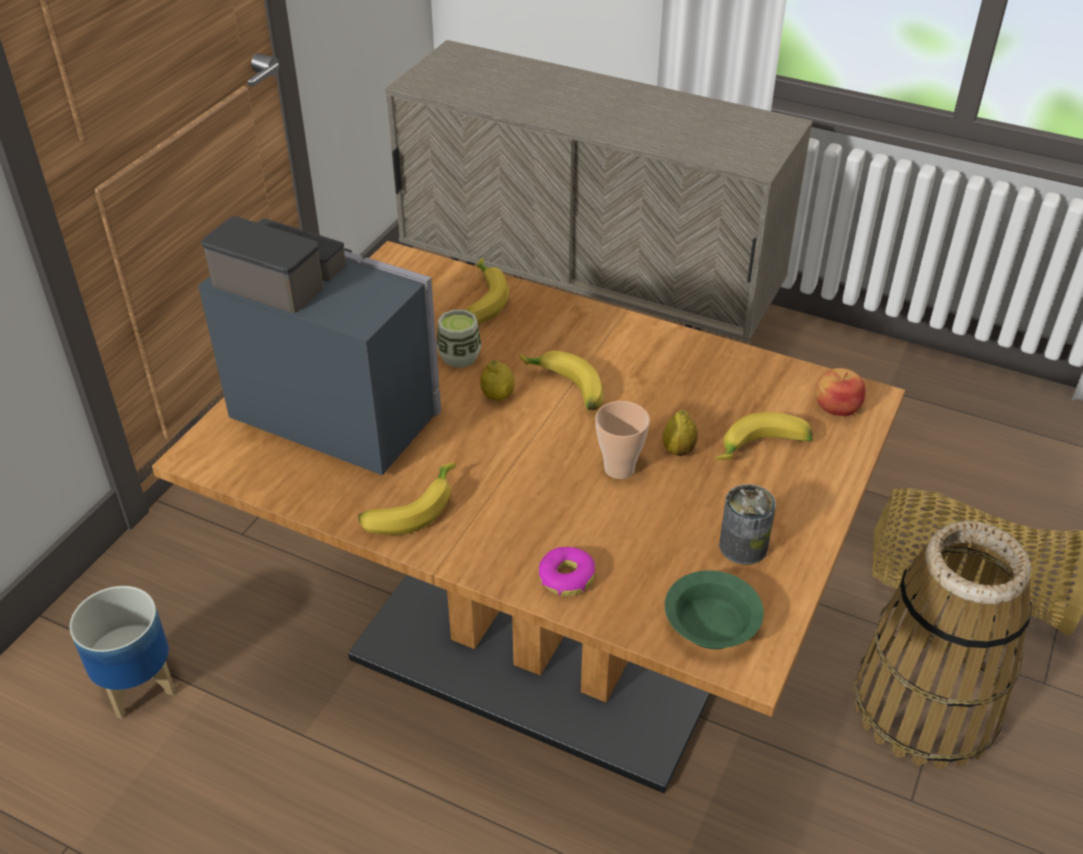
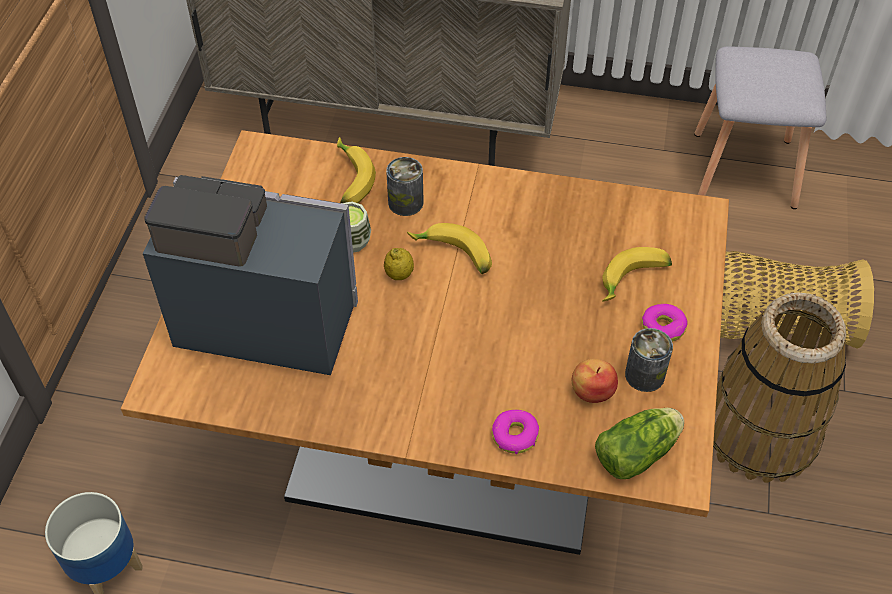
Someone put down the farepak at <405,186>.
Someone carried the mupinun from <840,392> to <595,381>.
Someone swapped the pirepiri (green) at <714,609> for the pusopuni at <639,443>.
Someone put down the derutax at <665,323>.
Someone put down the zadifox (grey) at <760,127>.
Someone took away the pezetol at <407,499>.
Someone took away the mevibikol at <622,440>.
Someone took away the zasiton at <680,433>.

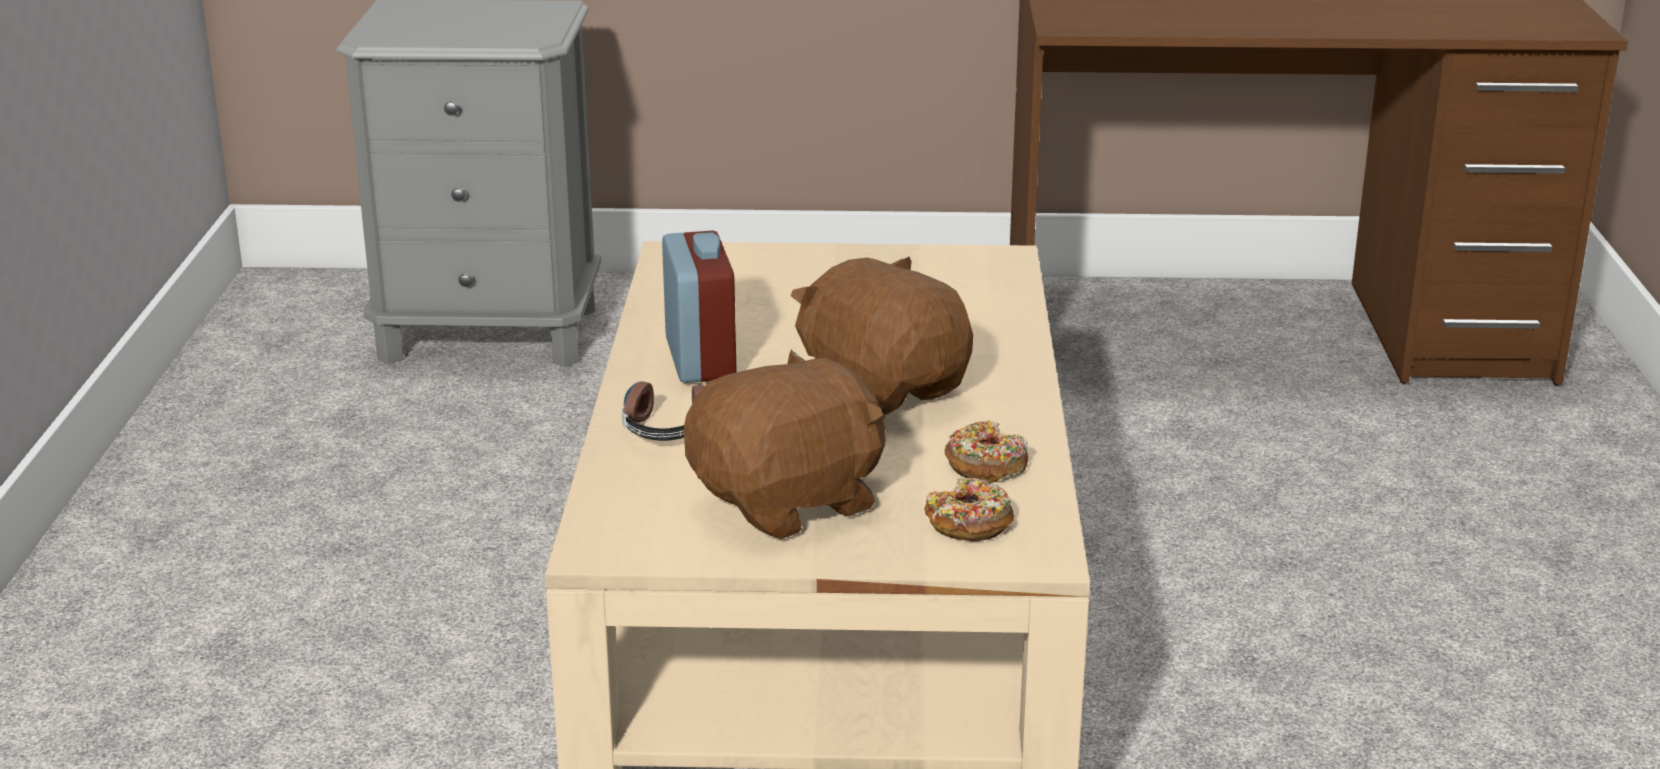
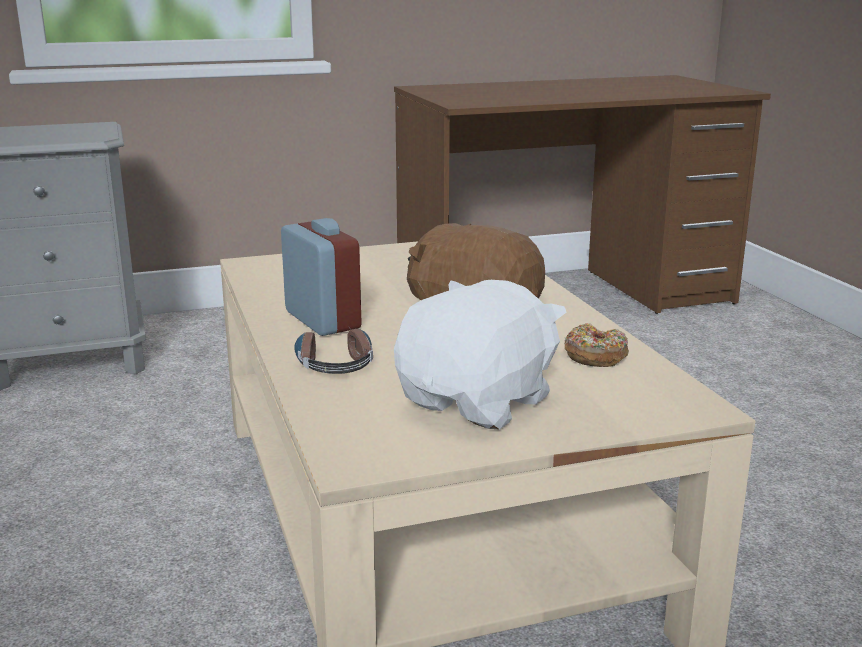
Someone repainted the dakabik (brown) at <785,444>, which became the dakabik (white) at <480,355>.
Someone took away the derutax at <969,509>.

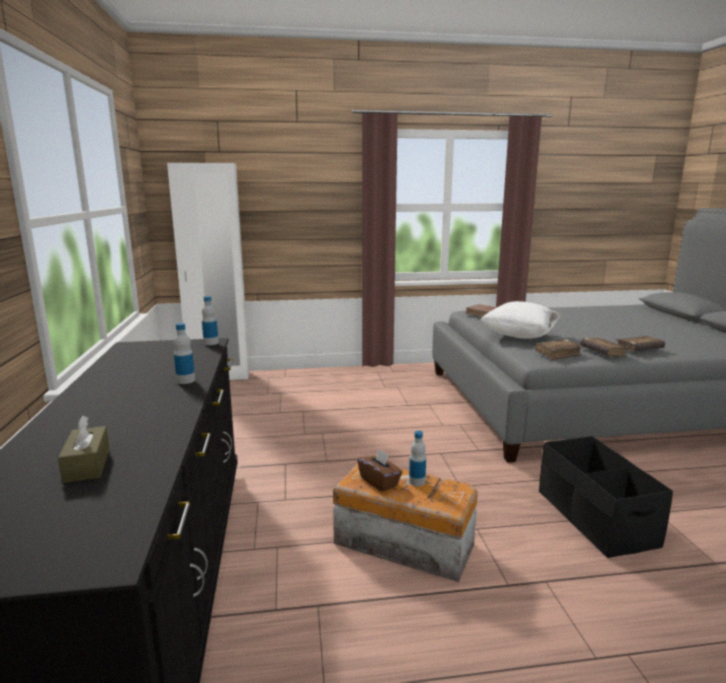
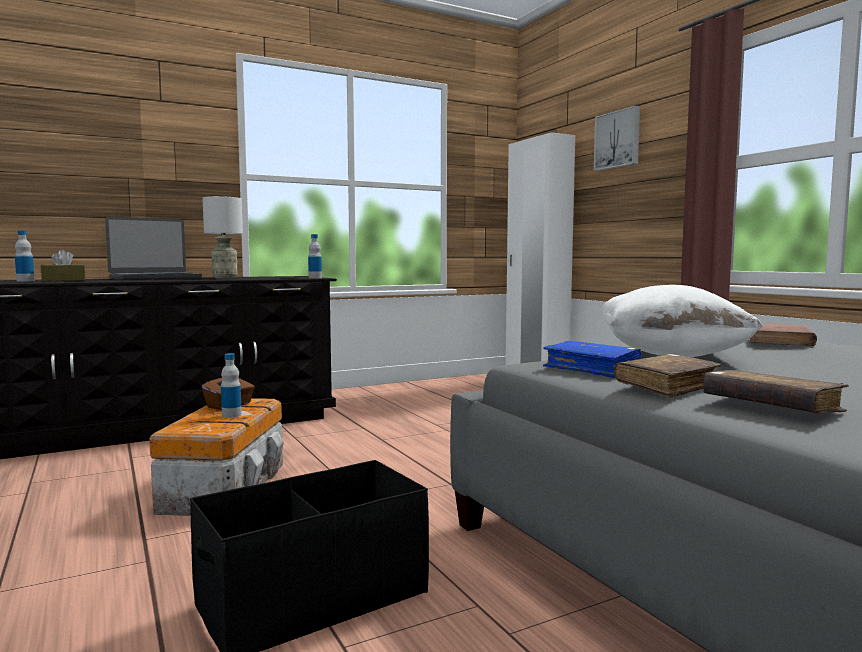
Someone carried the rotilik from <184,353> to <25,256>.
Someone put down the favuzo at <153,248>.
Someone put down the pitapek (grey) at <223,237>.
Someone repainted the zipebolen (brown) at <559,349>, which became the zipebolen (blue) at <592,359>.
Someone put up the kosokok at <617,138>.

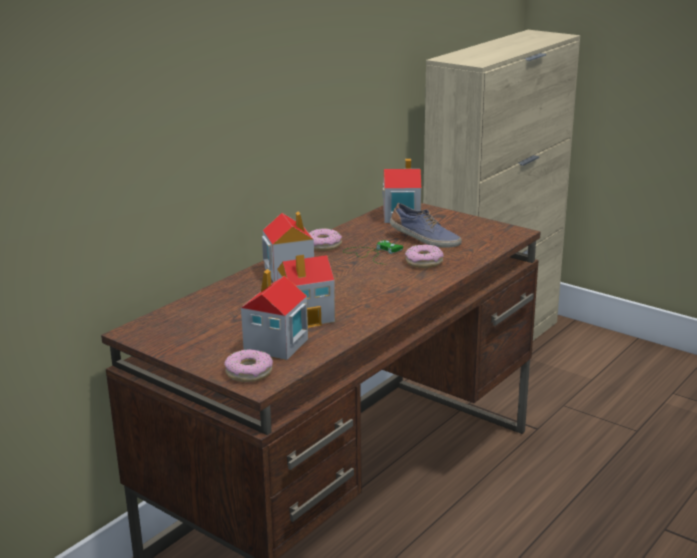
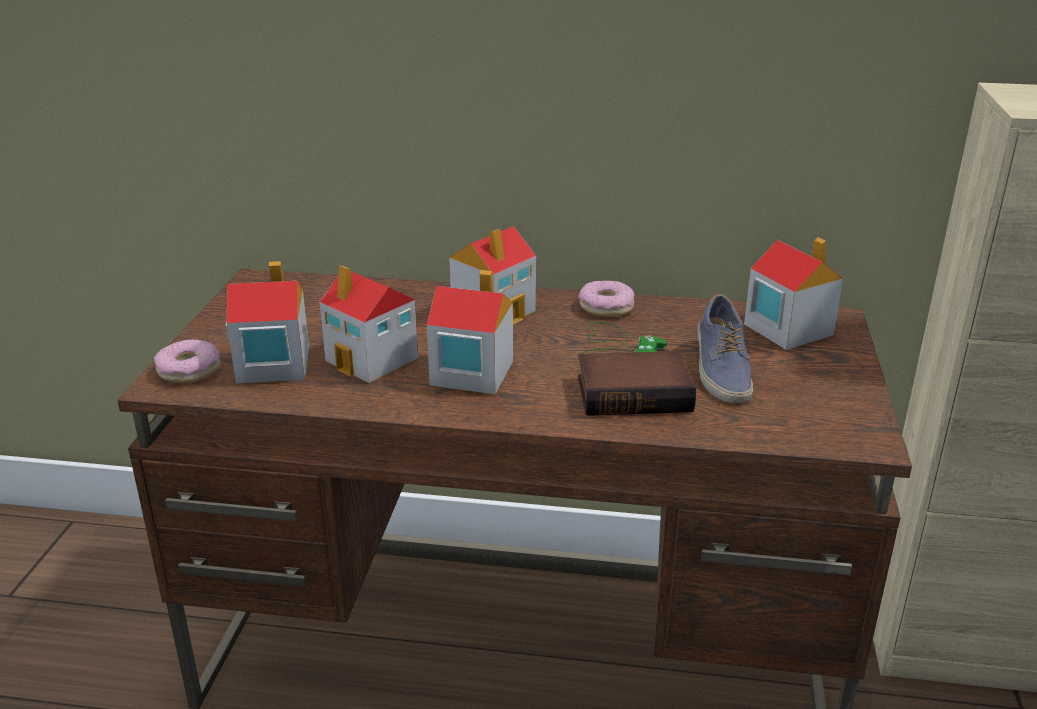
Someone put down the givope at <470,332>.
Someone swapped the derutax at <424,256> for the zipebolen at <637,383>.

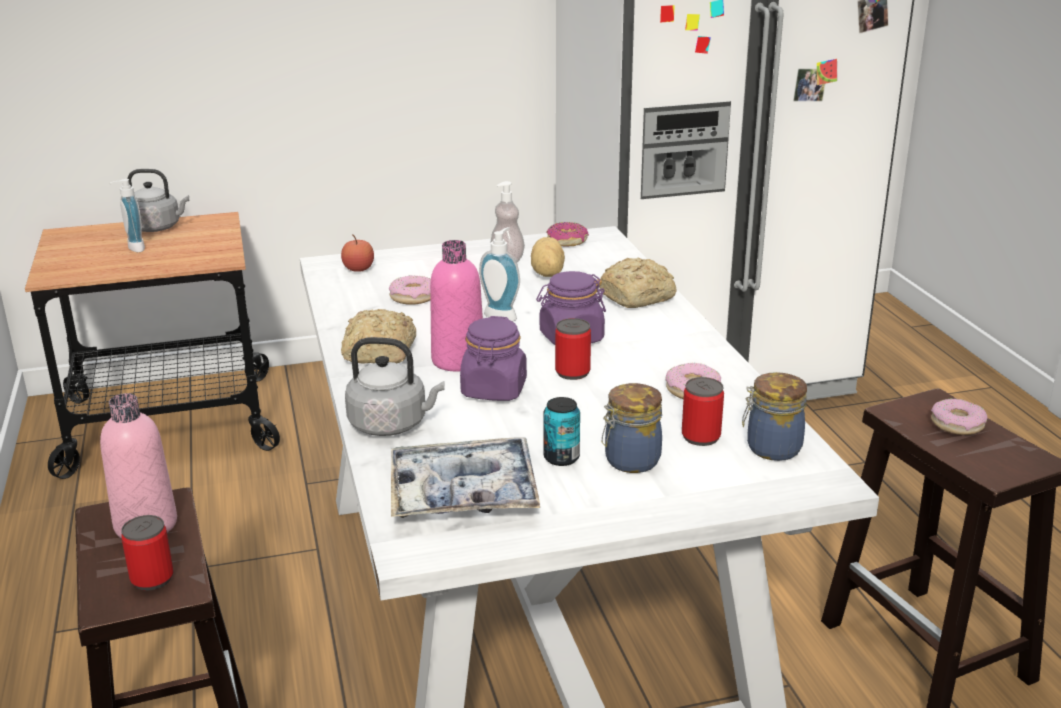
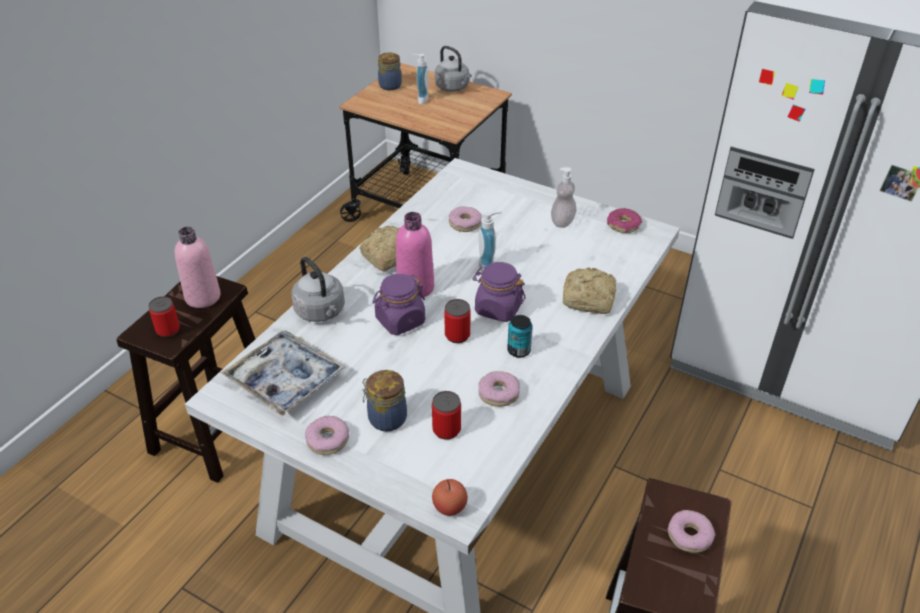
Someone put down the derutax at <327,435>.
Someone carried the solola from <774,416> to <390,71>.
Someone carried the mupinun from <357,253> to <450,497>.
Someone carried the farepak from <561,431> to <520,336>.
Someone took away the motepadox at <548,257>.

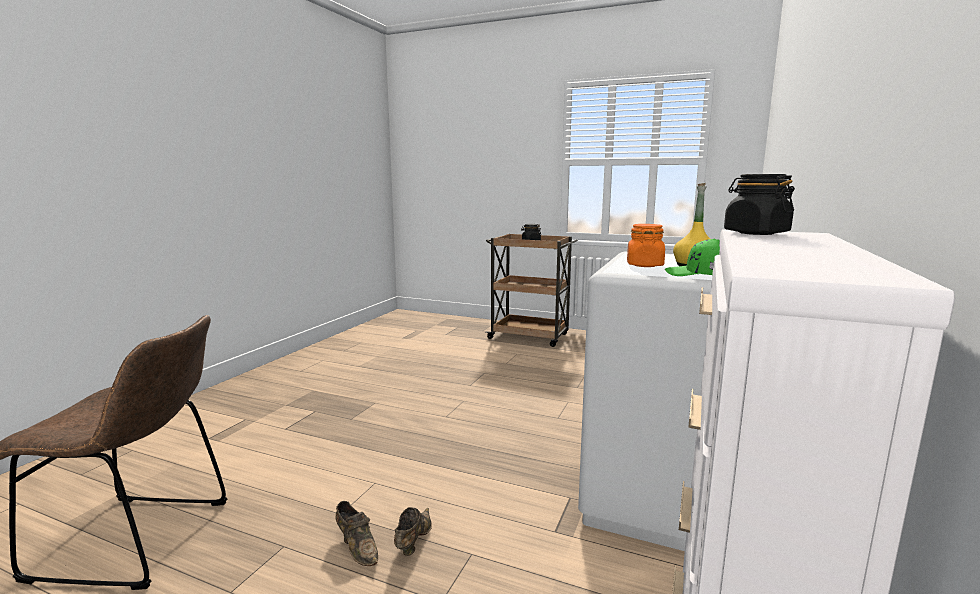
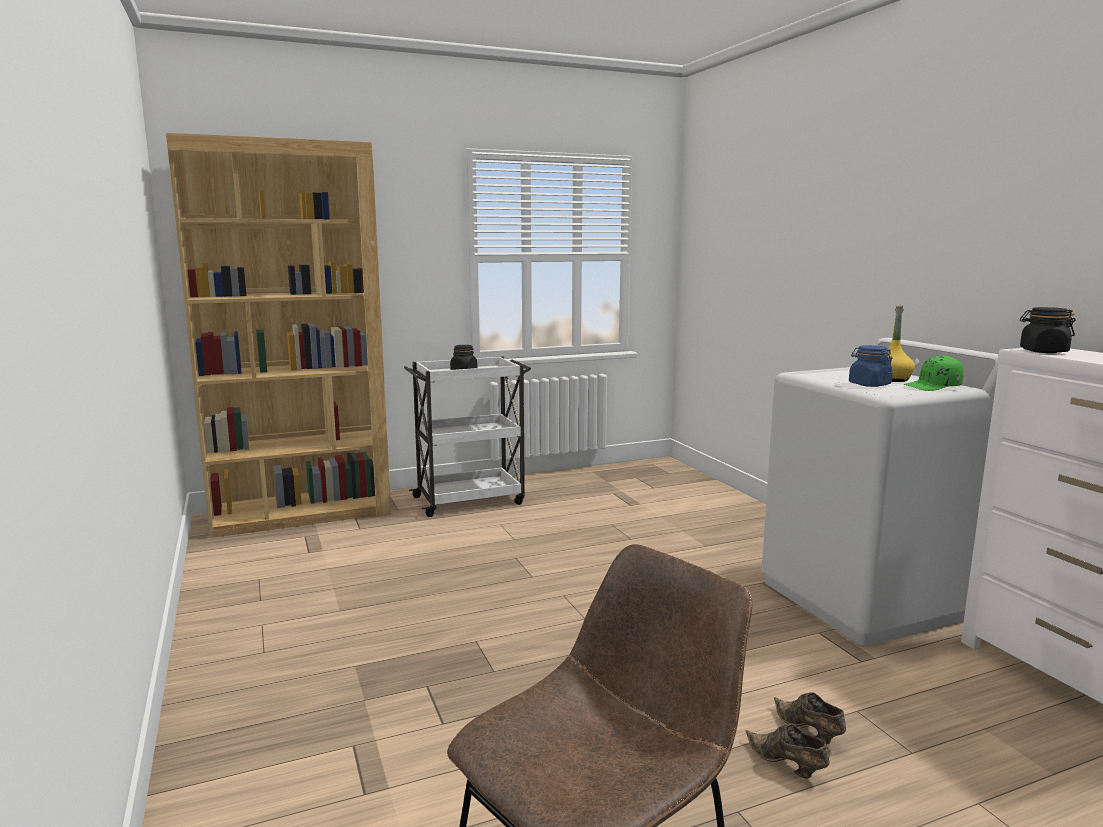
Someone put down the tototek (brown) at <278,335>.
Someone repainted the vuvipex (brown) at <532,290>, which became the vuvipex (white) at <467,436>.
Someone rotated the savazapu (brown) at <357,533> by 135 degrees counterclockwise.
Someone repainted the solola (orange) at <646,245>, which became the solola (blue) at <871,366>.

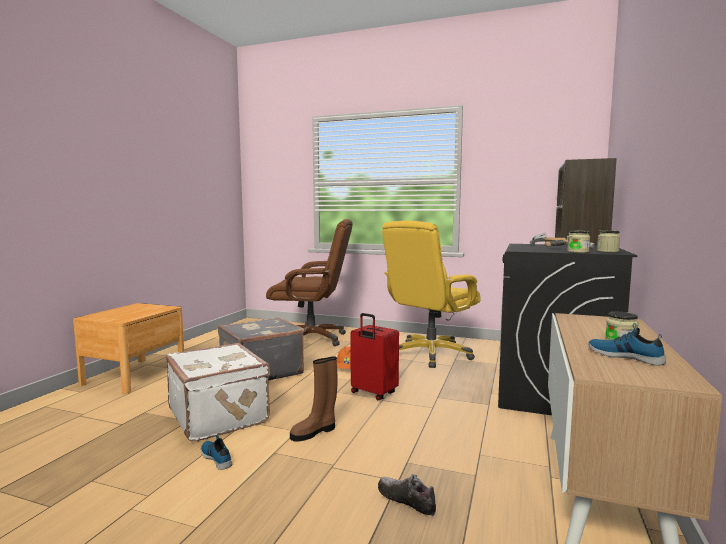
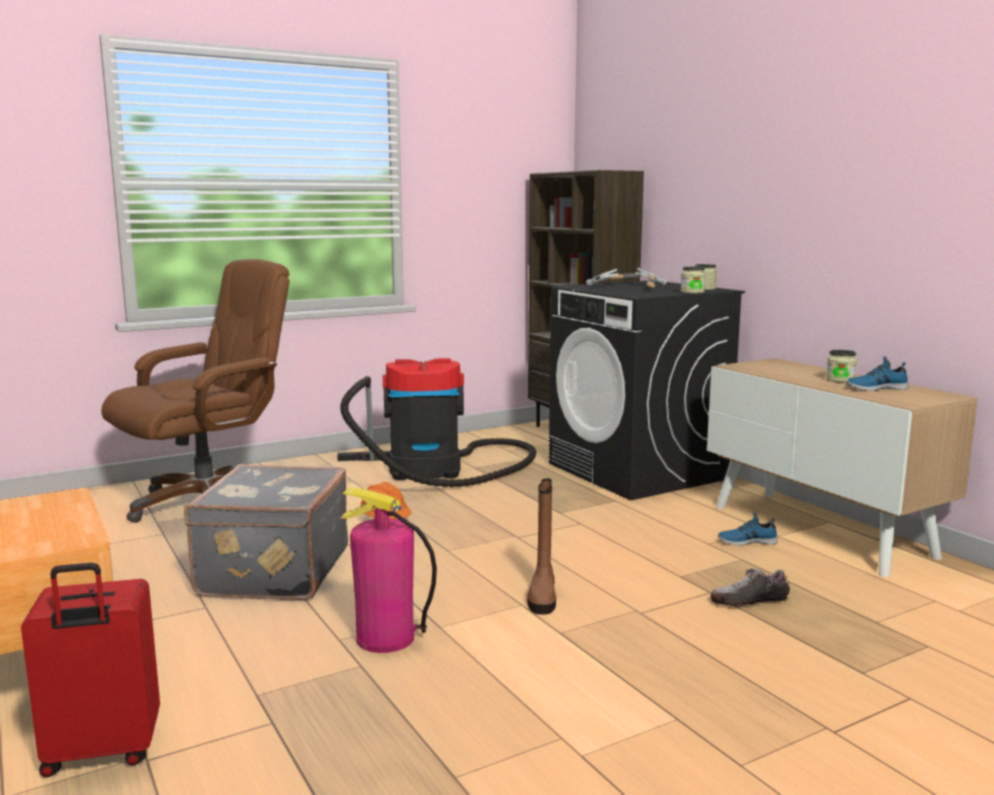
Someone carried the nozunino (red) from <374,356> to <90,670>.
Someone swapped the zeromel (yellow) at <431,294> for the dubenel at <436,422>.
Someone swapped the nozunino (white) at <218,392> for the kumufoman at <388,570>.
Someone carried the savazapu from <216,452> to <748,529>.

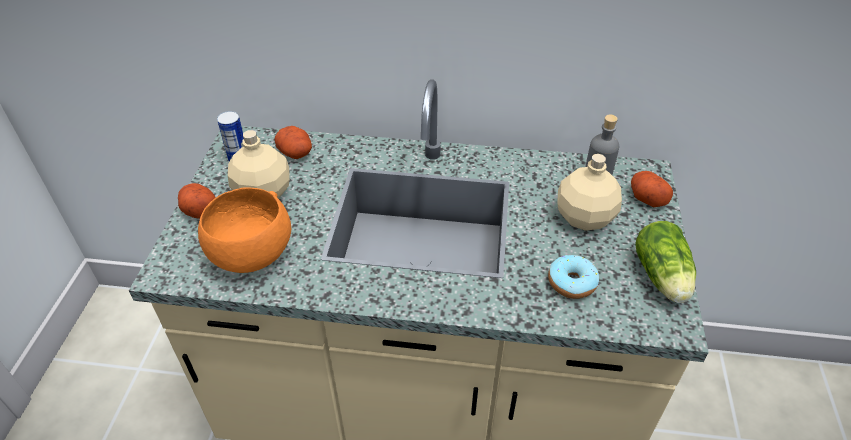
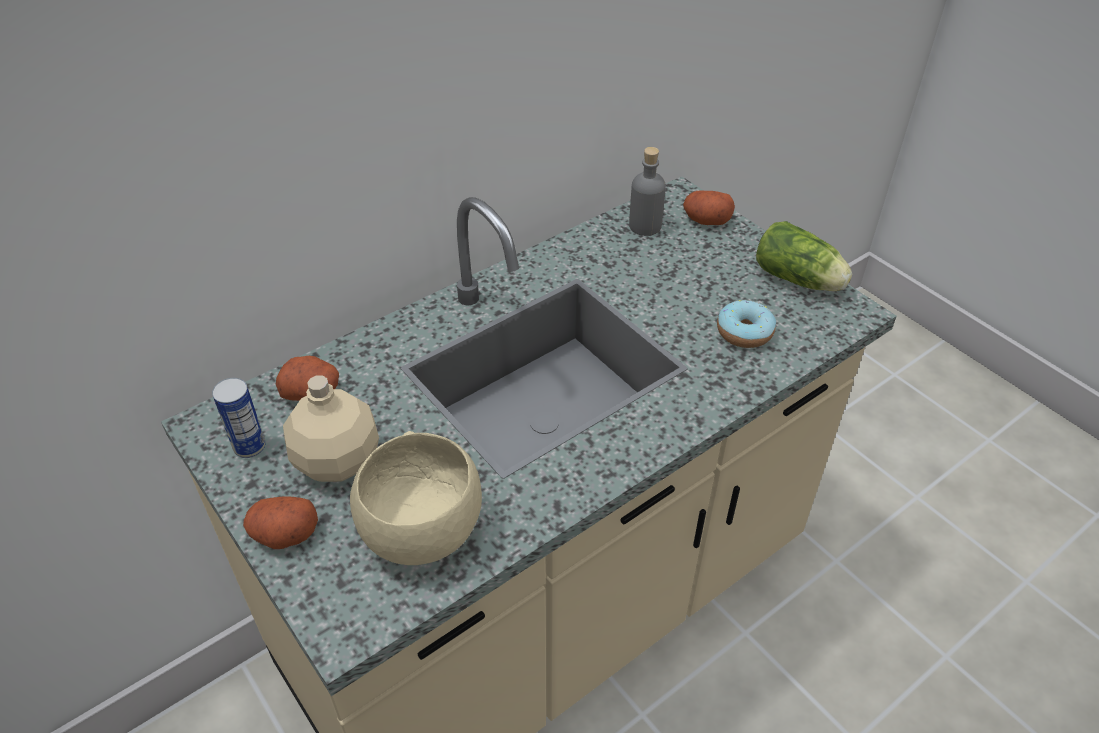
Someone repainted the pirepiri (orange) at <244,230>, which became the pirepiri (beige) at <416,498>.
Someone took away the rotilik (beige) at <589,192>.

